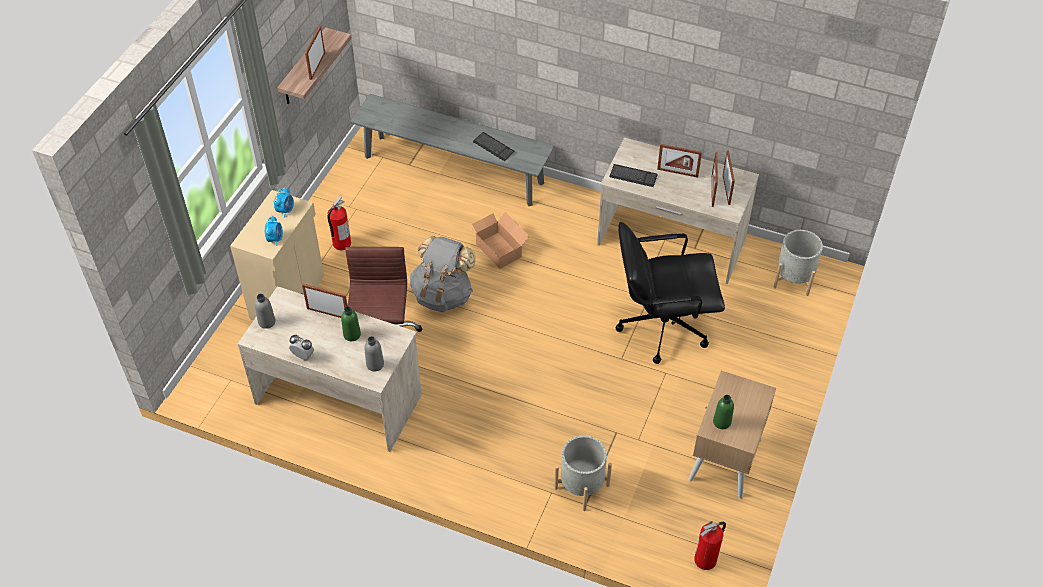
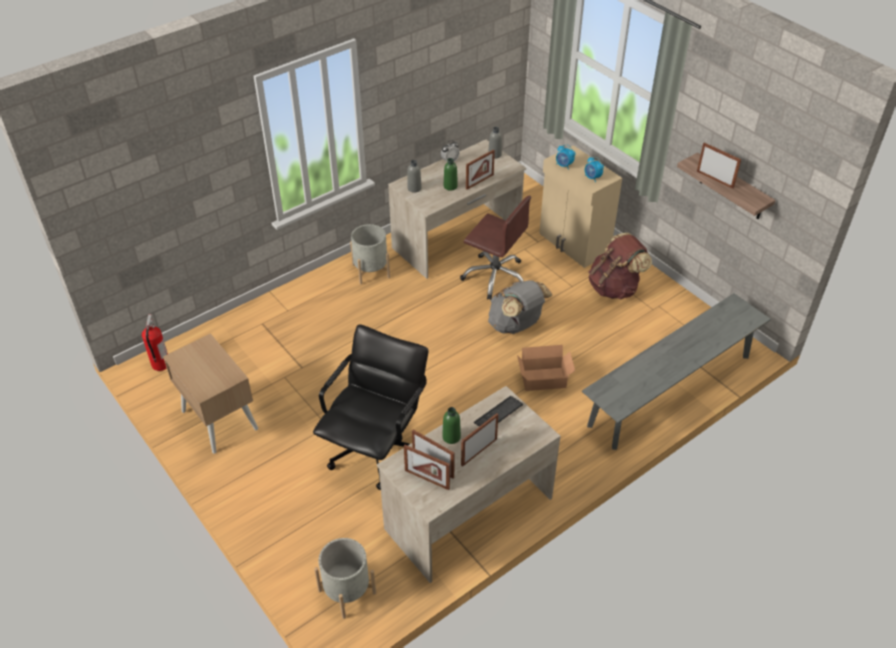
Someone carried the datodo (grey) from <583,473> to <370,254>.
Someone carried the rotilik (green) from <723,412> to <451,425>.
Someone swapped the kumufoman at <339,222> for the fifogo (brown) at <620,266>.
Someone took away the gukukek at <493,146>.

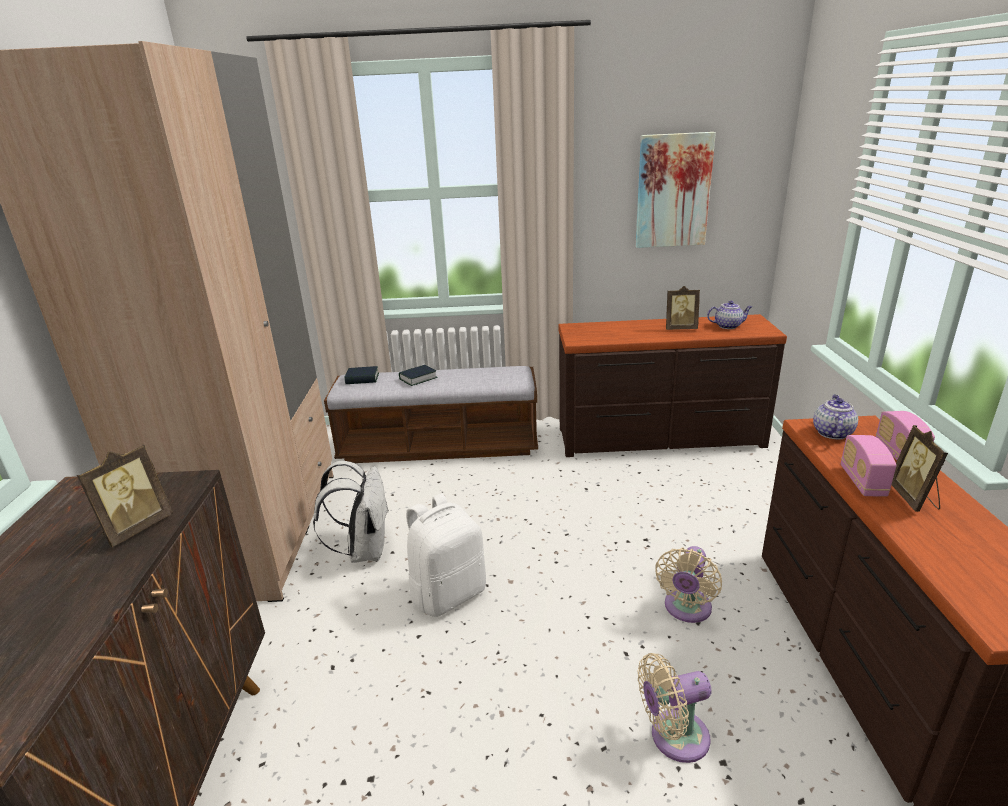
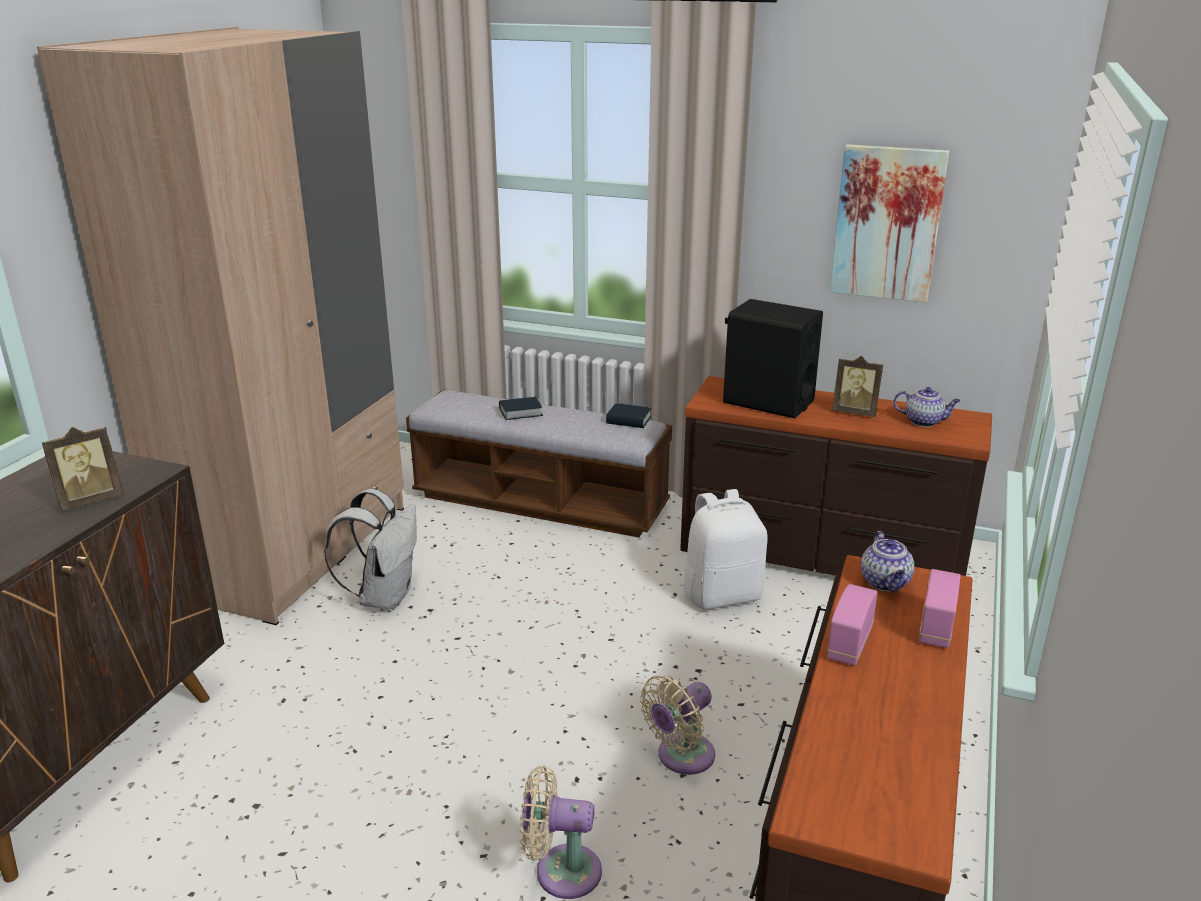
Someone carried the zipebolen from <361,375> to <629,415>.
Someone carried the fifogo (white) from <446,555> to <725,549>.
Someone put down the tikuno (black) at <773,358>.
Someone rotated the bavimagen at <835,417> by 135 degrees clockwise.
Someone took away the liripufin at <919,468>.

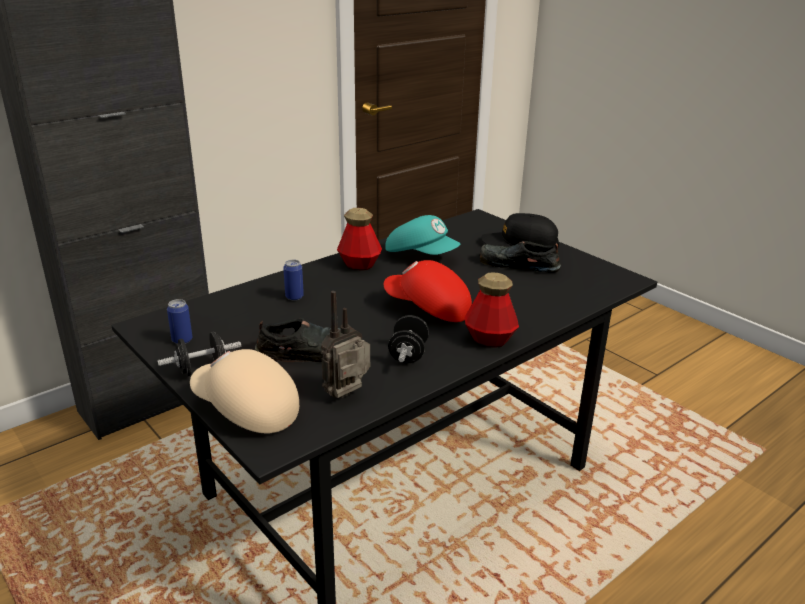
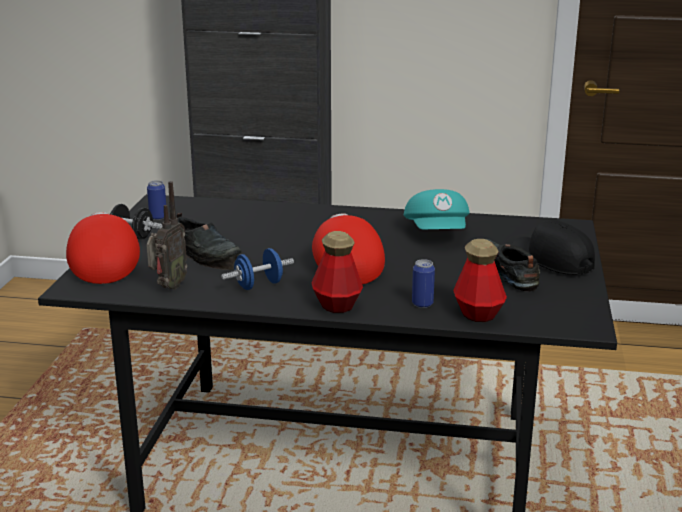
Someone repainted the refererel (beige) at <244,391>, which became the refererel (red) at <103,248>.
Someone rotated the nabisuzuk at <345,344> by 105 degrees clockwise.
Someone repainted the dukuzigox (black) at <408,339>, which became the dukuzigox (blue) at <257,269>.
Someone carried the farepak from <293,280> to <423,283>.
Someone carried the rotilik from <359,239> to <480,280>.

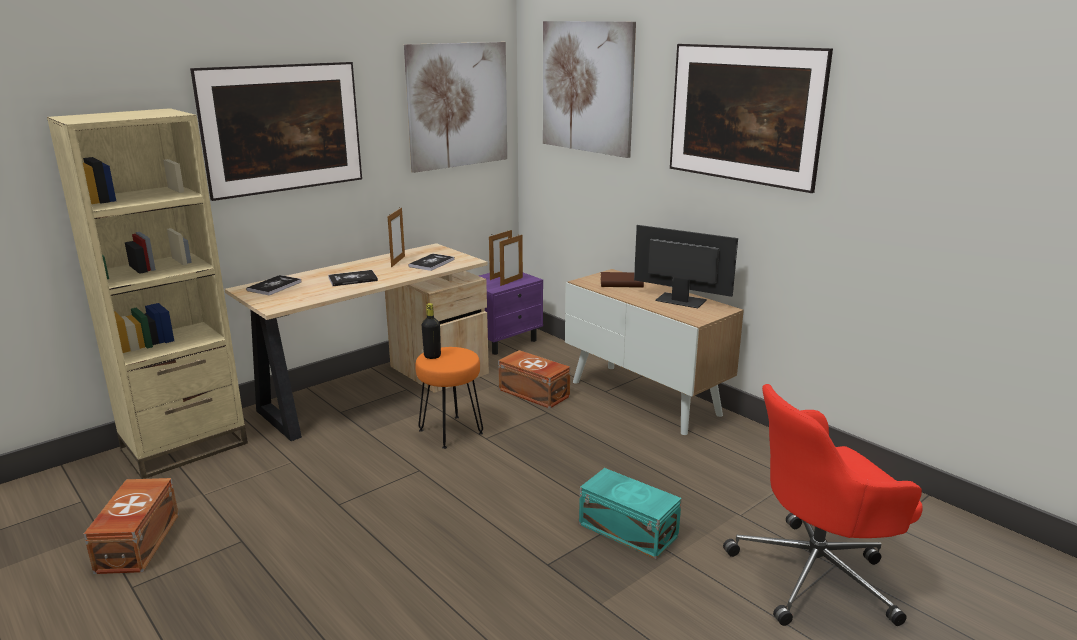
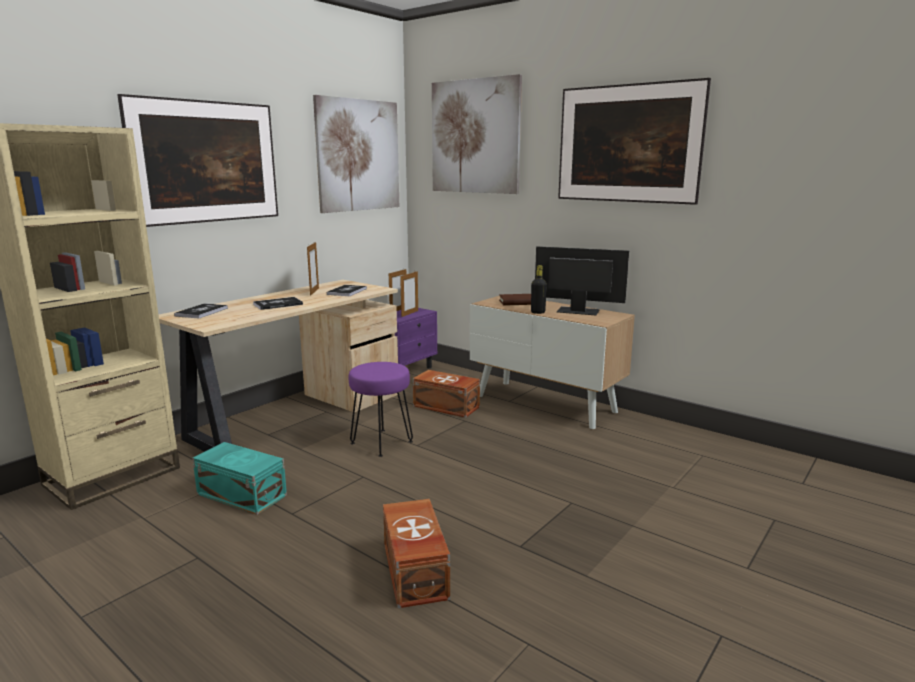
Someone carried the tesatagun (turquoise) from <630,513> to <239,478>.
Someone repainted the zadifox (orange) at <449,398>, which became the zadifox (purple) at <381,409>.
Someone carried the tesatagun (brown) from <131,526> to <416,553>.
Someone carried the rotilik (black) from <431,331> to <539,289>.
Someone took away the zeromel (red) at <823,505>.

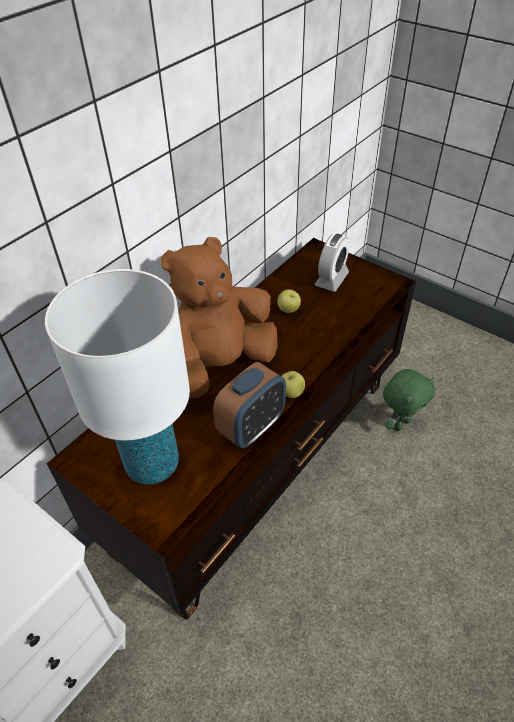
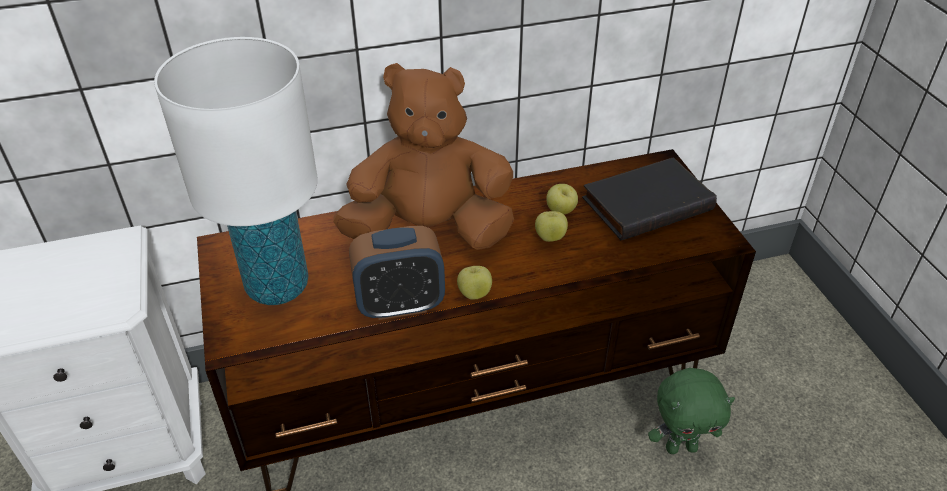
Someone put down the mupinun at <551,226>.
Someone swapped the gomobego at <332,262> for the zipebolen (black) at <649,198>.

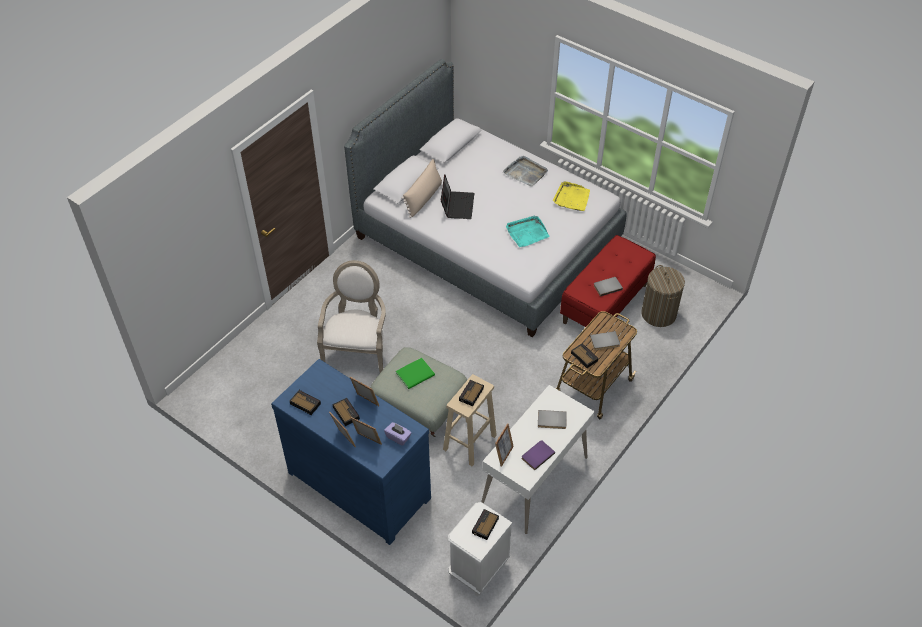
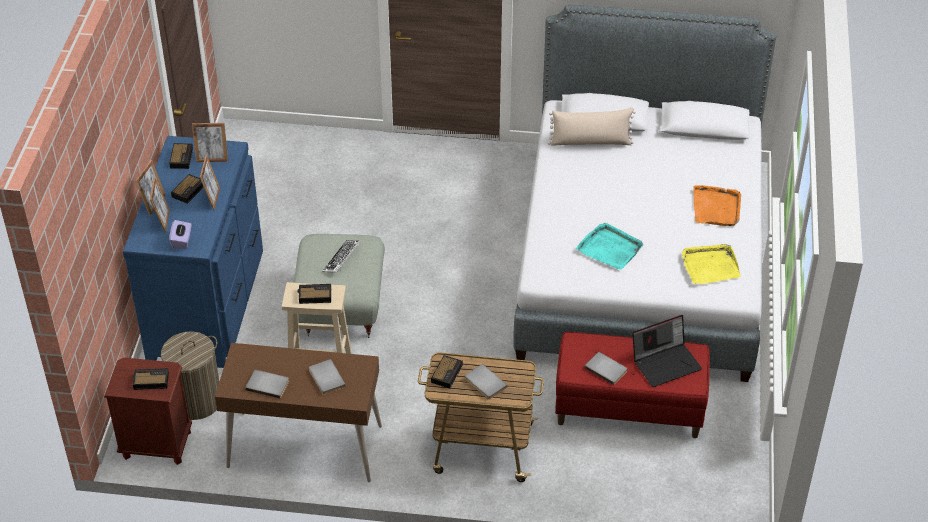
Someone repainted the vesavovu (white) at <480,549>, which became the vesavovu (brown) at <148,411>.
Someone carried the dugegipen from <663,296> to <190,375>.
Someone carried the liripufin from <504,445> to <210,142>.
Someone repainted the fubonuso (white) at <538,459>, which became the fubonuso (brown) at <298,412>.
Someone repainted the zipebolen (purple) at <538,455>, which became the zipebolen (grey) at <267,384>.
Someone swapped the zipebolen (green) at <415,373> for the gukukek at <341,256>.
Someone carried the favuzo from <457,197> to <667,351>.
Someone repainted the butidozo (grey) at <525,171>, which became the butidozo (orange) at <717,205>.
Someone took away the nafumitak at <351,316>.

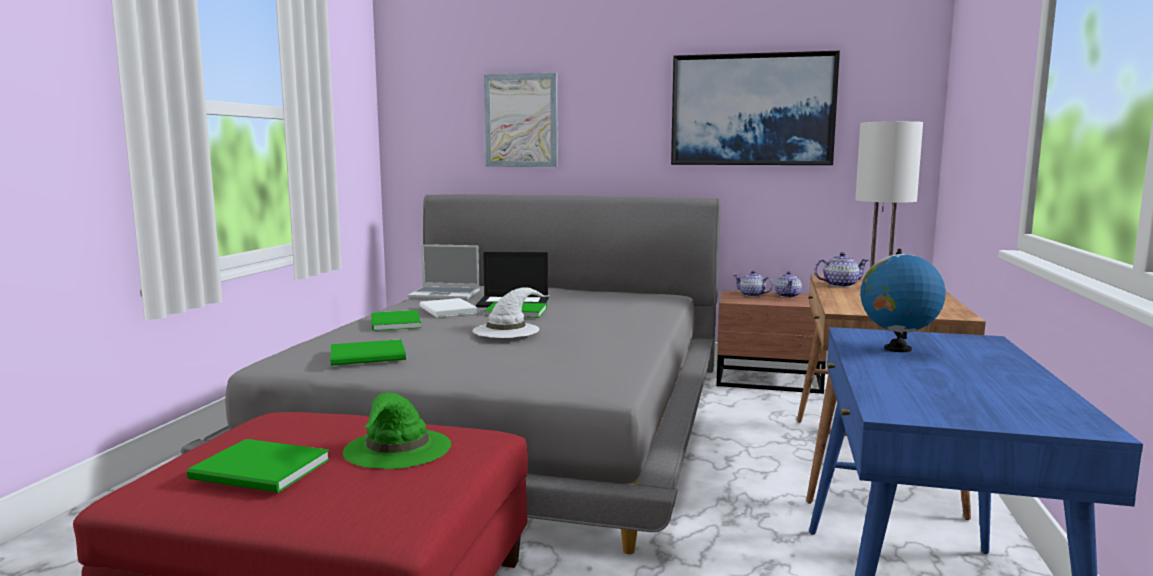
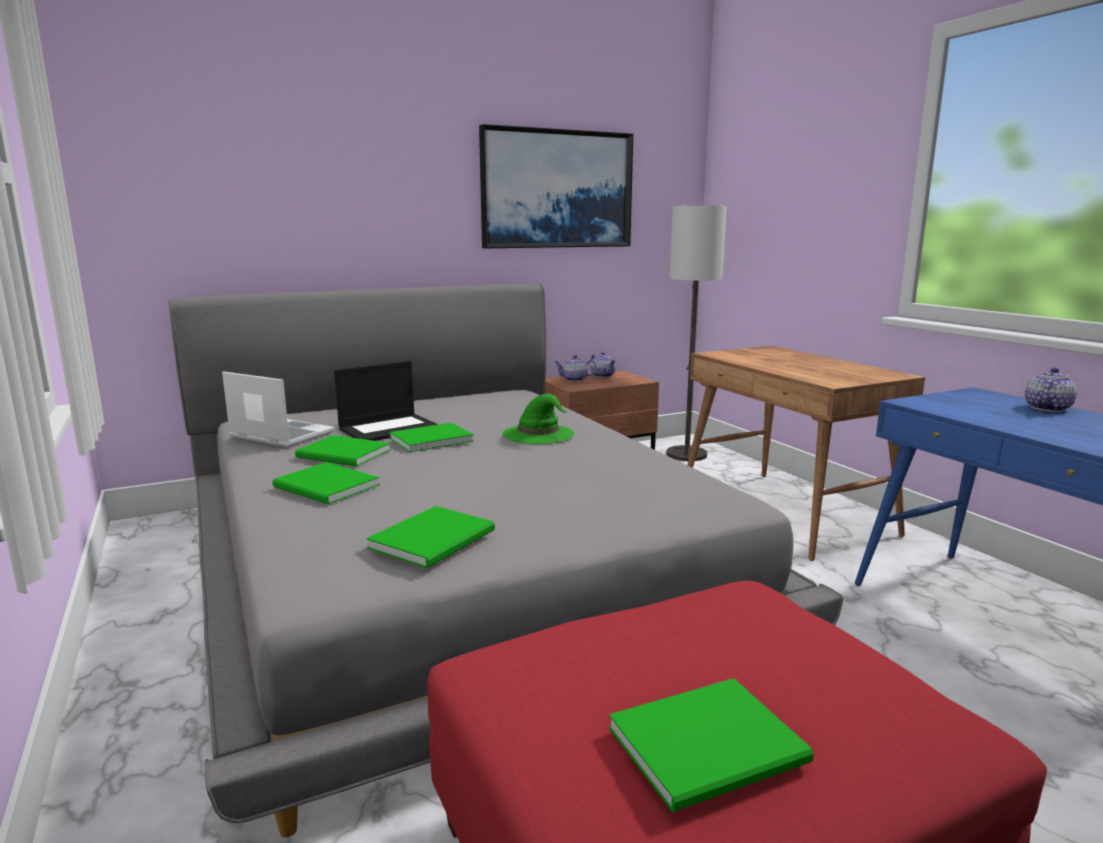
Someone rotated the favuzo at <444,272> by 120 degrees counterclockwise.
Someone repainted the zipebolen (white) at <448,307>, which became the zipebolen (green) at <343,450>.
Someone carried the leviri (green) from <397,430> to <538,419>.
Someone carried the bavimagen from <841,269> to <1051,389>.
Someone took away the leviri (white) at <511,312>.
Someone took away the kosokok at <521,120>.
Someone took away the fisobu at <903,300>.

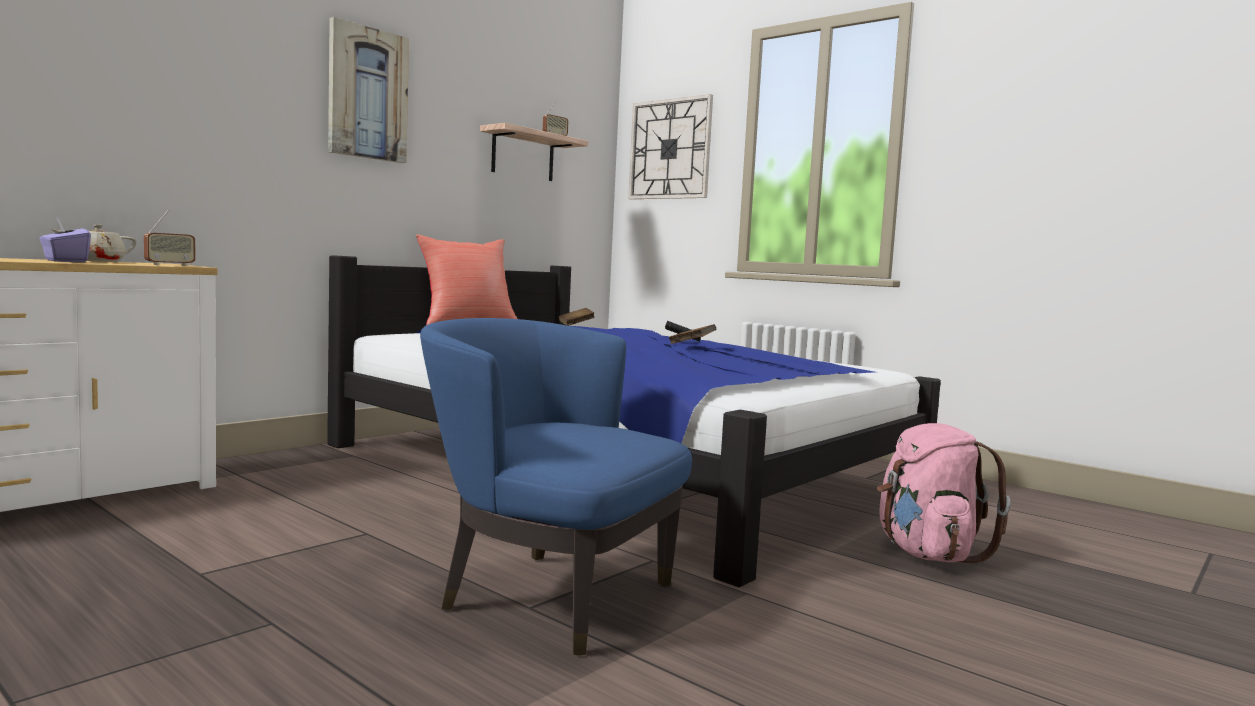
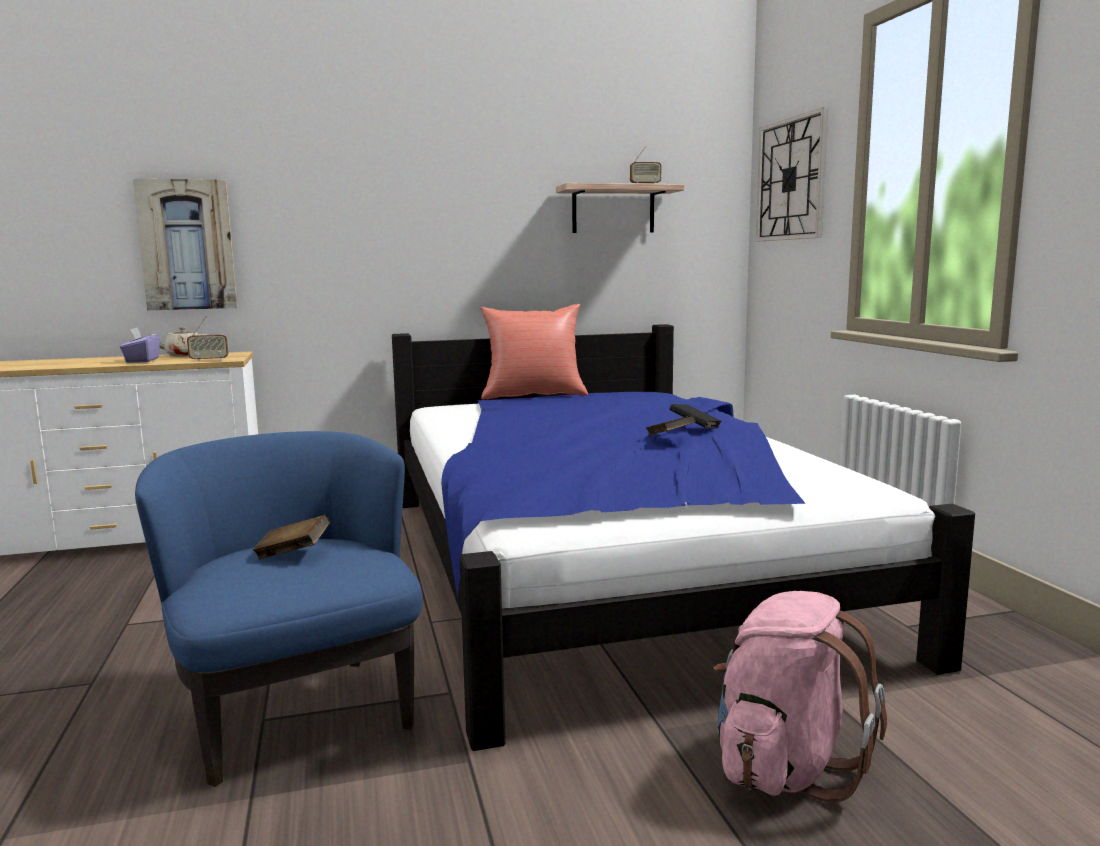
Someone carried the kosokok from <368,90> to <185,244>.
Someone carried the zipebolen (brown) from <576,317> to <291,537>.

